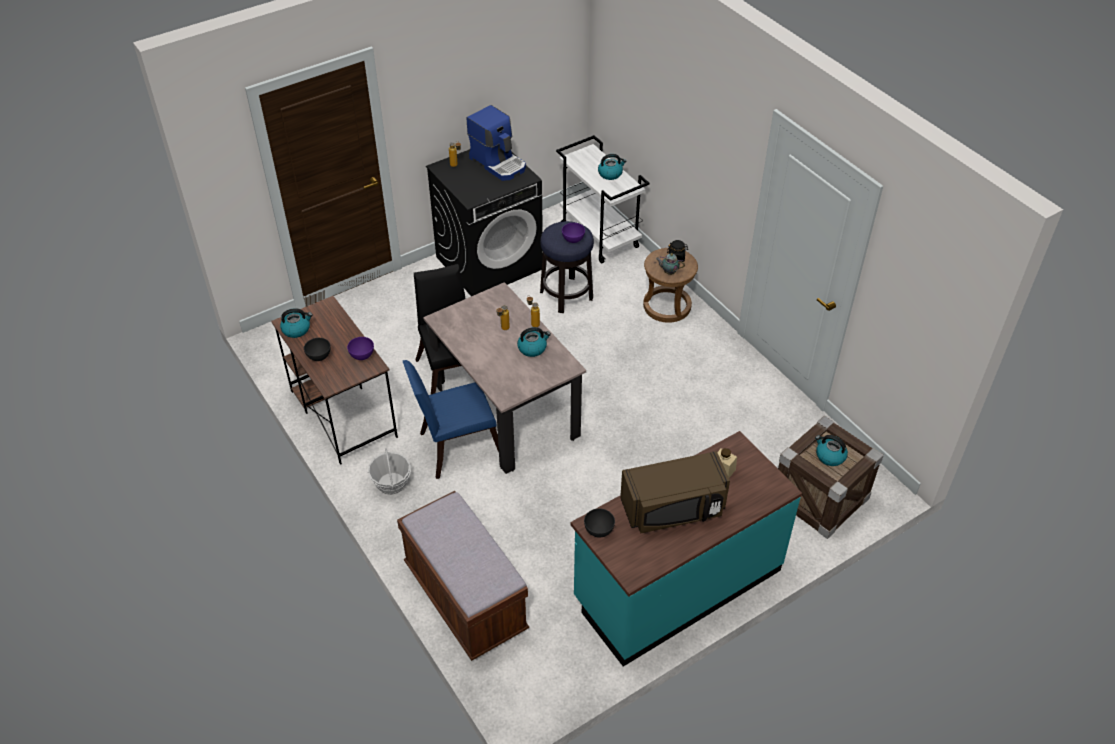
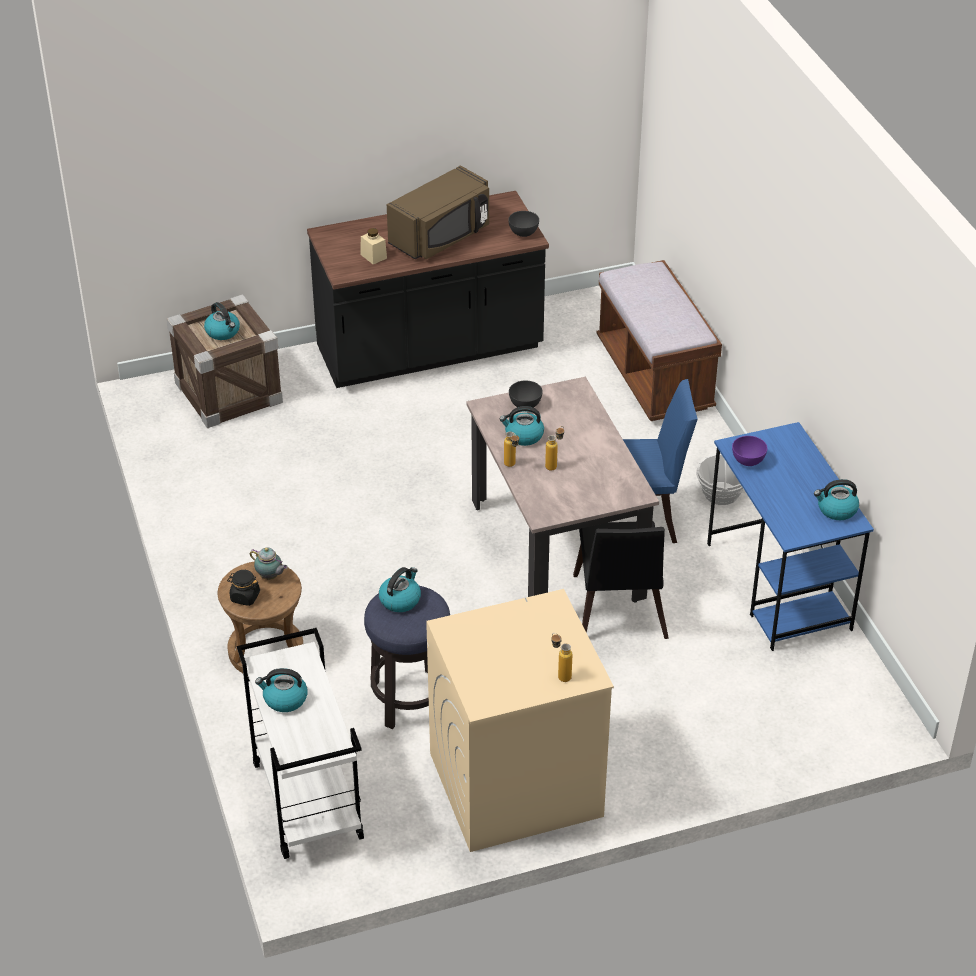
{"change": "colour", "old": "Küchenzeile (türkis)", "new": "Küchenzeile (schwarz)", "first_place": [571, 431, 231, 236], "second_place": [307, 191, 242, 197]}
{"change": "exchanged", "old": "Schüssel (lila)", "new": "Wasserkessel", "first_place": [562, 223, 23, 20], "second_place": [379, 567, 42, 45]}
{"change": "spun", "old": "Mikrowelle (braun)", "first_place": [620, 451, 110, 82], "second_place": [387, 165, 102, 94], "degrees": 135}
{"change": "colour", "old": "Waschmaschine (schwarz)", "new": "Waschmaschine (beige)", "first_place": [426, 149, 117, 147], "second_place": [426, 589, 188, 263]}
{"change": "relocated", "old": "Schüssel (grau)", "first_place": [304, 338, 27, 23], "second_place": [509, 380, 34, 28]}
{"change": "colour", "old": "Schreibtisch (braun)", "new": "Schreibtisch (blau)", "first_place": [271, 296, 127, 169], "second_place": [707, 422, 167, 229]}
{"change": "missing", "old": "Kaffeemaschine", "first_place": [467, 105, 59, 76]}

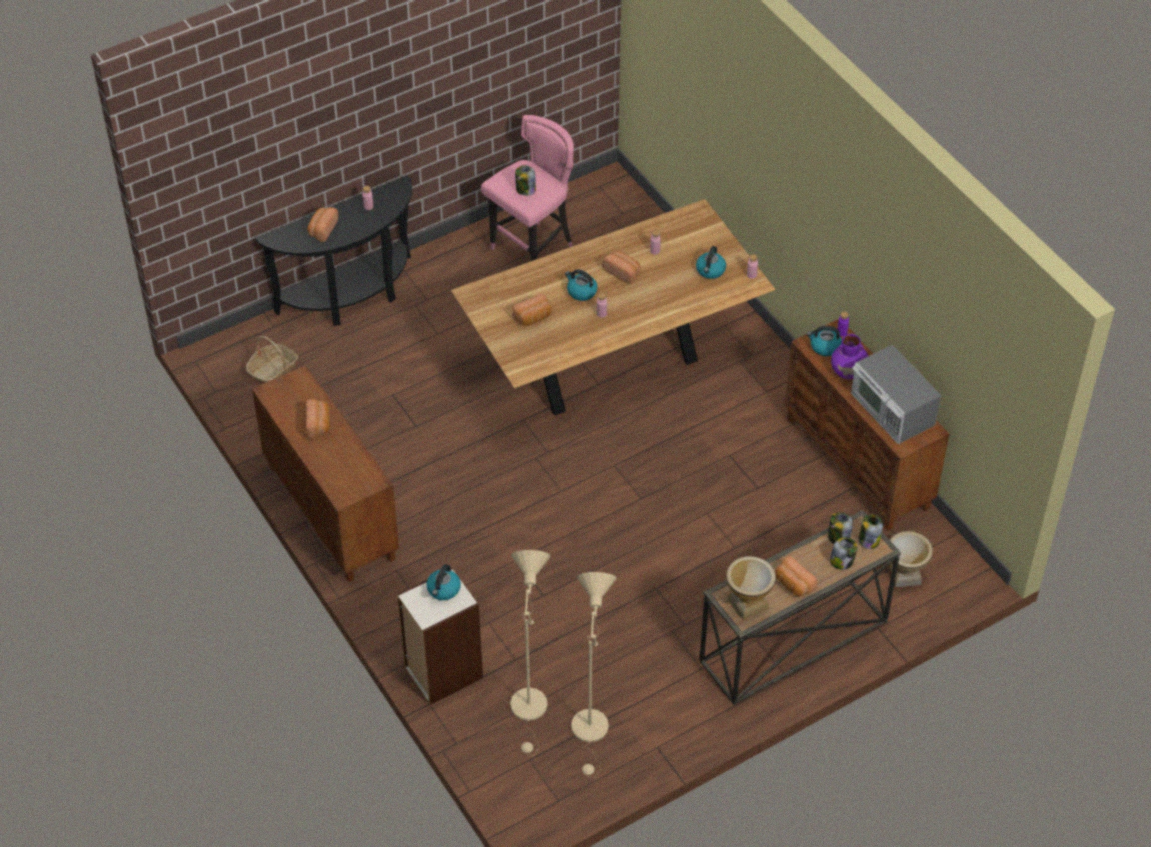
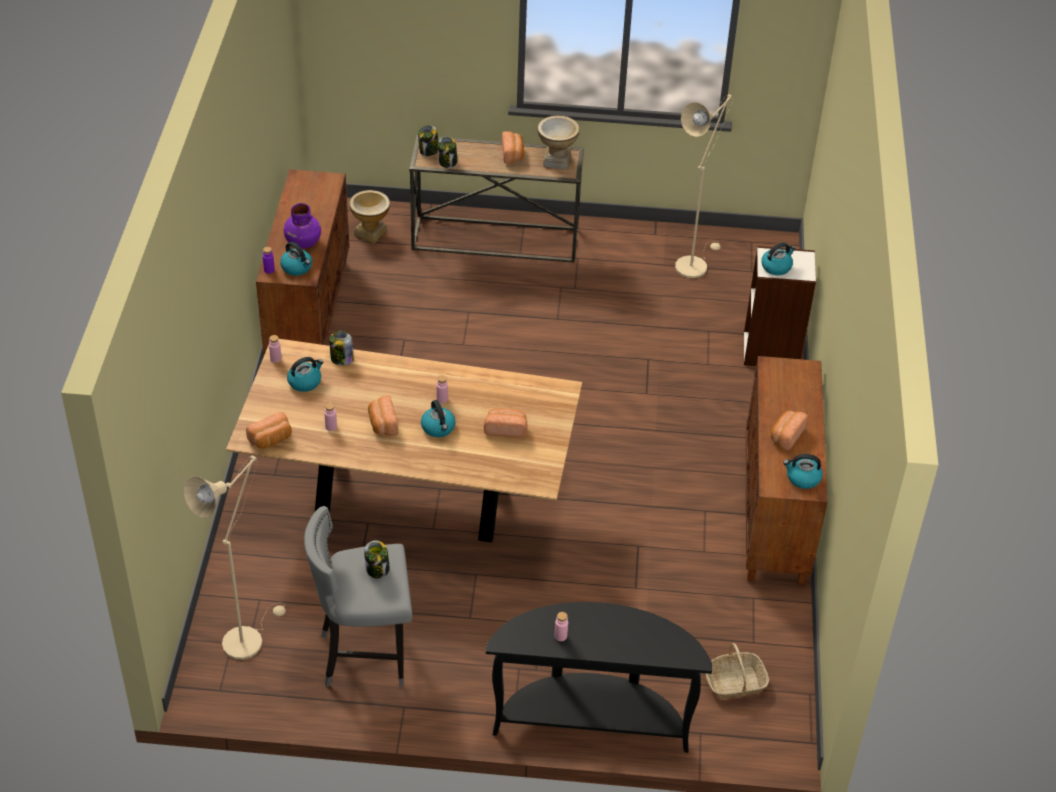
{"change": "relocated", "old": "Stehlampe (beige)", "first_place": [510, 550, 41, 206], "second_place": [184, 455, 102, 205]}
{"change": "relocated", "old": "Brot", "first_place": [307, 207, 31, 35], "second_place": [246, 412, 46, 37]}
{"change": "colour", "old": "Hocker (rosa)", "new": "Hocker (grau)", "first_place": [481, 115, 93, 146], "second_place": [304, 506, 108, 181]}
{"change": "relocated", "old": "Vorratsglas", "first_place": [830, 537, 27, 33], "second_place": [329, 331, 25, 35]}
{"change": "appeared", "new": "Wasserkessel", "second_place": [783, 454, 40, 35]}
{"change": "missing", "old": "Mikrowelle", "first_place": [851, 345, 90, 99]}

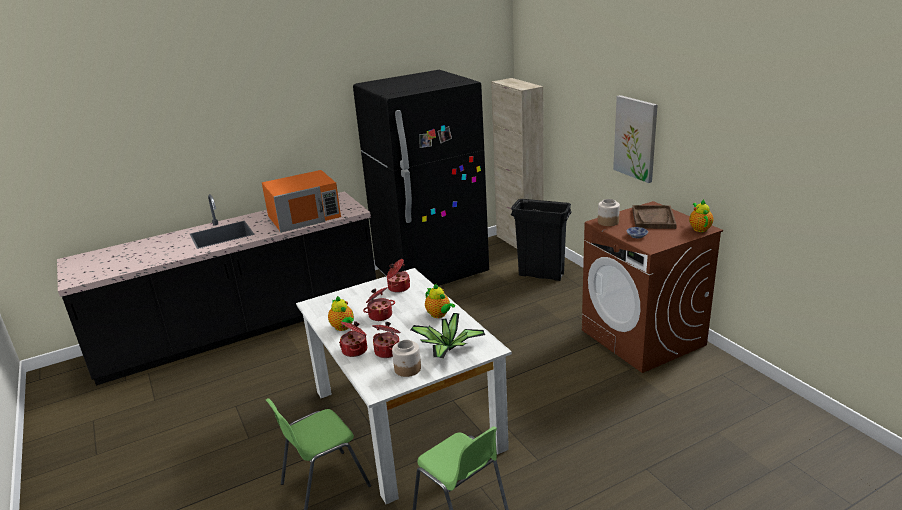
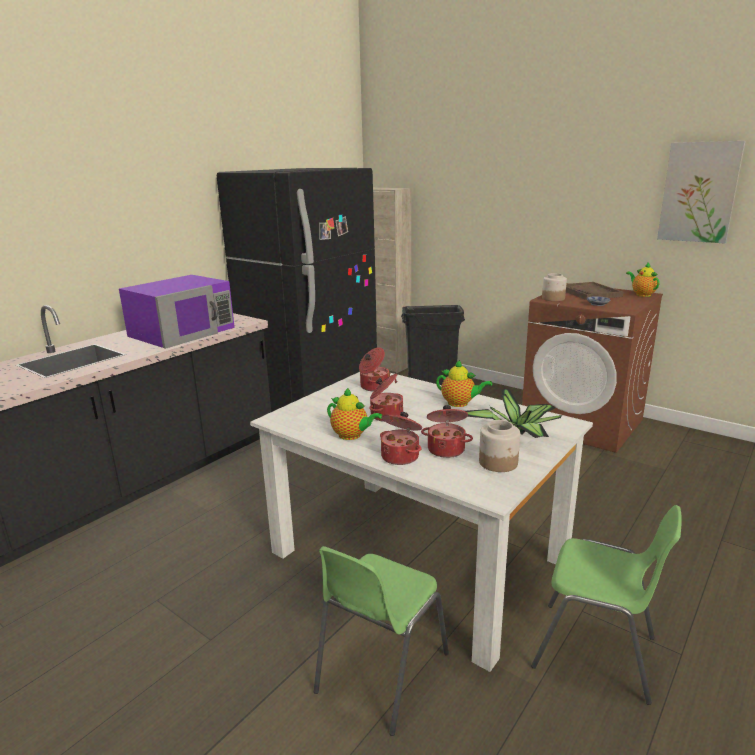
{"change": "colour", "old": "Mikrowelle (orange)", "new": "Mikrowelle (lila)", "first_place": [262, 170, 79, 63], "second_place": [119, 275, 116, 74]}
{"change": "relocated", "old": "Bild", "first_place": [613, 95, 45, 88], "second_place": [657, 141, 89, 102]}

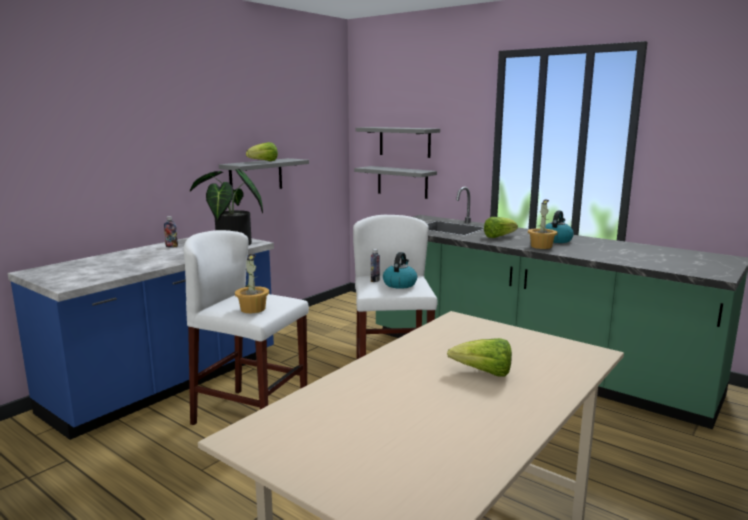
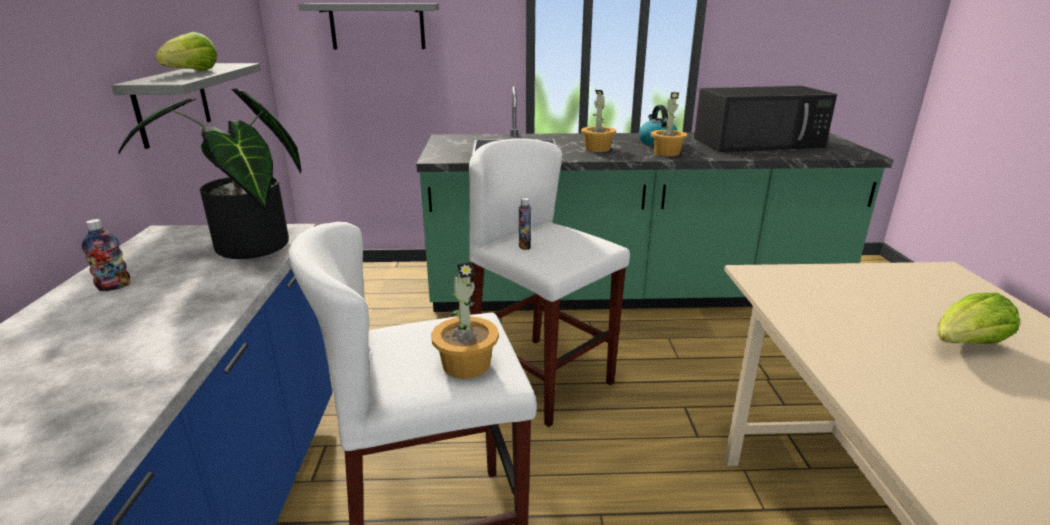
{"change": "exchanged", "old": "Salatkopf", "new": "Topfpflanze", "first_place": [484, 217, 34, 21], "second_place": [581, 90, 35, 62]}
{"change": "appeared", "new": "Mikrowelle (schwarz)", "second_place": [694, 86, 143, 66]}
{"change": "missing", "old": "Wandregal (grau)", "first_place": [354, 166, 83, 33]}
{"change": "missing", "old": "Wasserkessel", "first_place": [383, 252, 34, 37]}

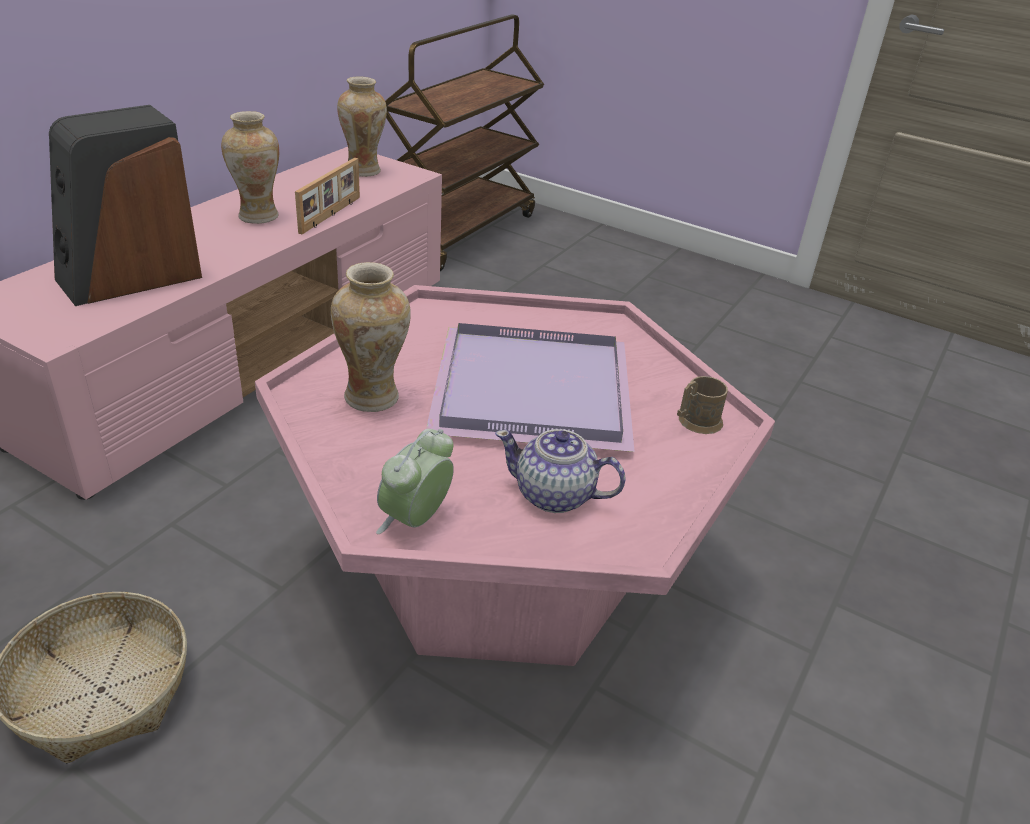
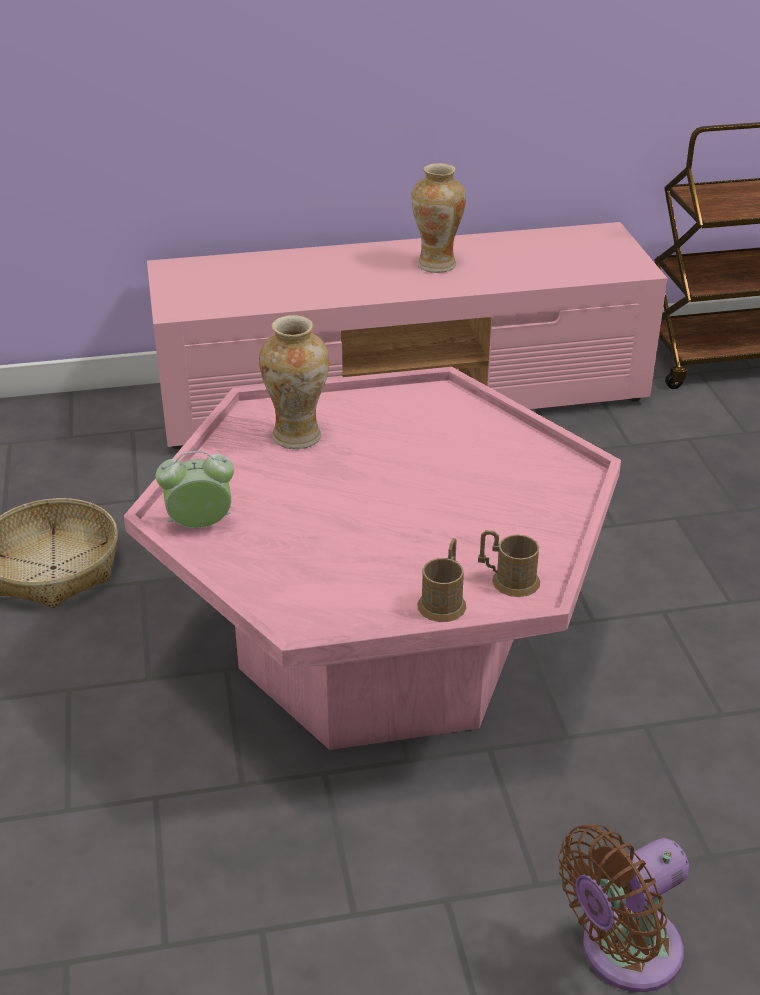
{"change": "appeared", "new": "Henkelbecher (braun)", "second_place": [417, 538, 49, 84]}
{"change": "appeared", "new": "Ventilator (braun)", "second_place": [558, 824, 131, 168]}
{"change": "missing", "old": "Lautsprecher", "first_place": [49, 105, 153, 201]}
{"change": "missing", "old": "Bilderrahmen", "first_place": [295, 158, 65, 76]}
{"change": "missing", "old": "Vase", "first_place": [337, 76, 50, 101]}
{"change": "missing", "old": "Tablett (lila)", "first_place": [426, 323, 209, 129]}
{"change": "missing", "old": "Teekanne", "first_place": [495, 429, 131, 84]}

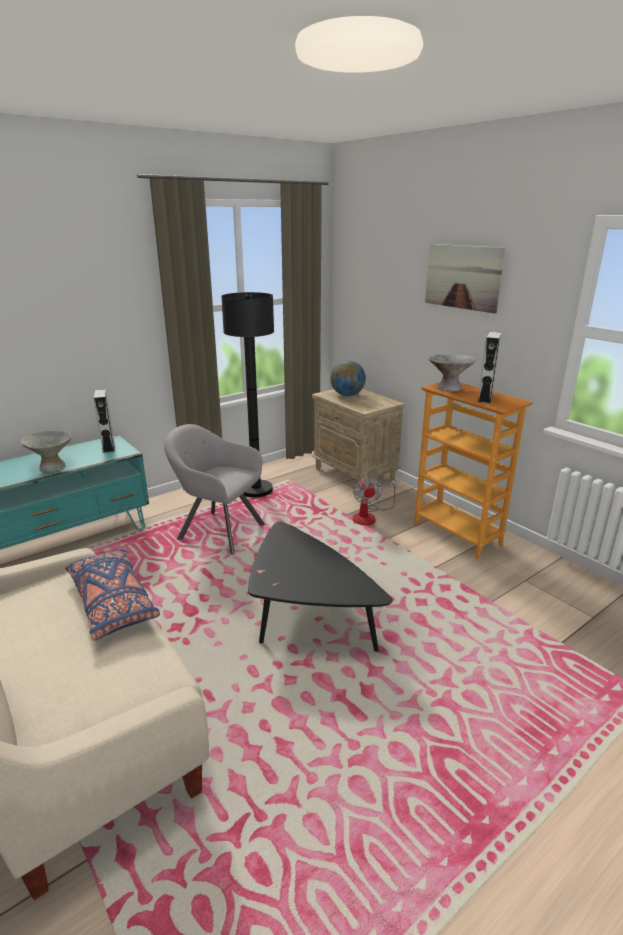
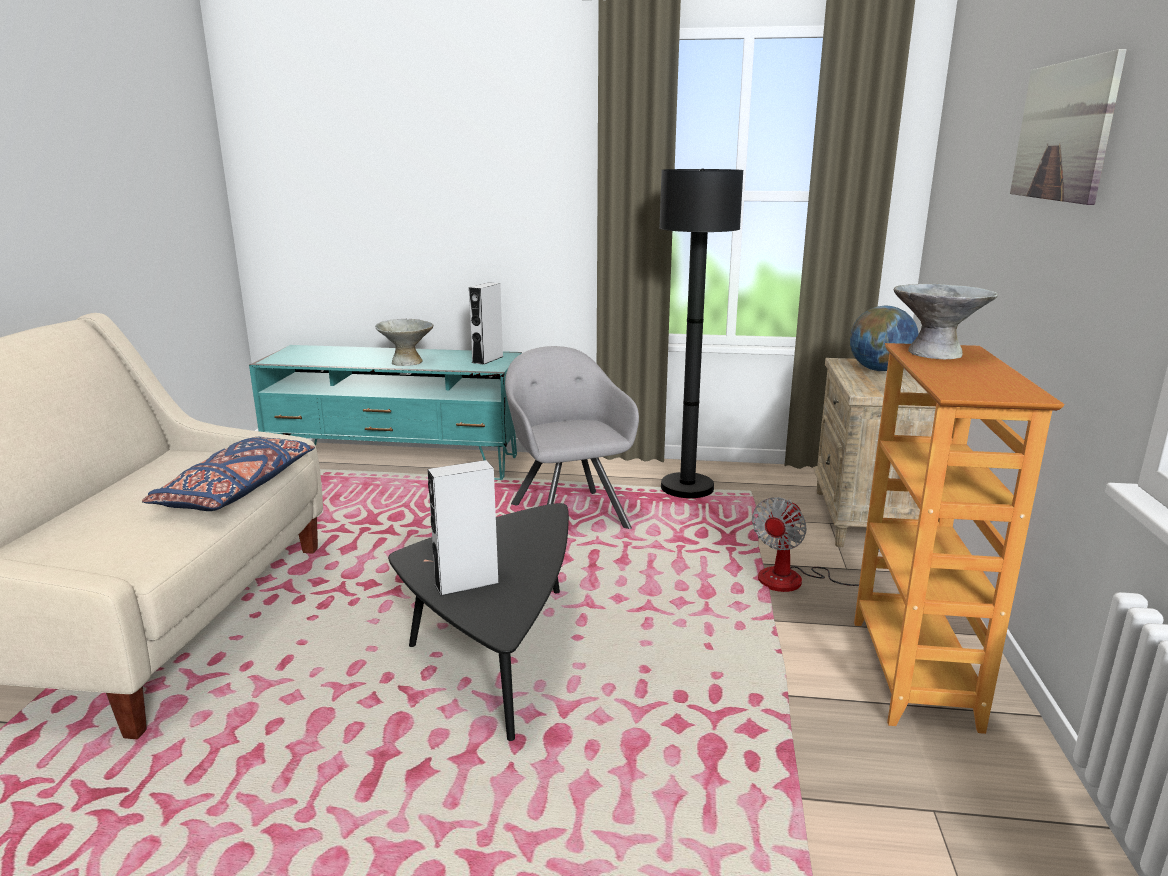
{"change": "relocated", "old": "Lautsprecher (grau)", "first_place": [478, 332, 23, 71], "second_place": [428, 460, 72, 136]}

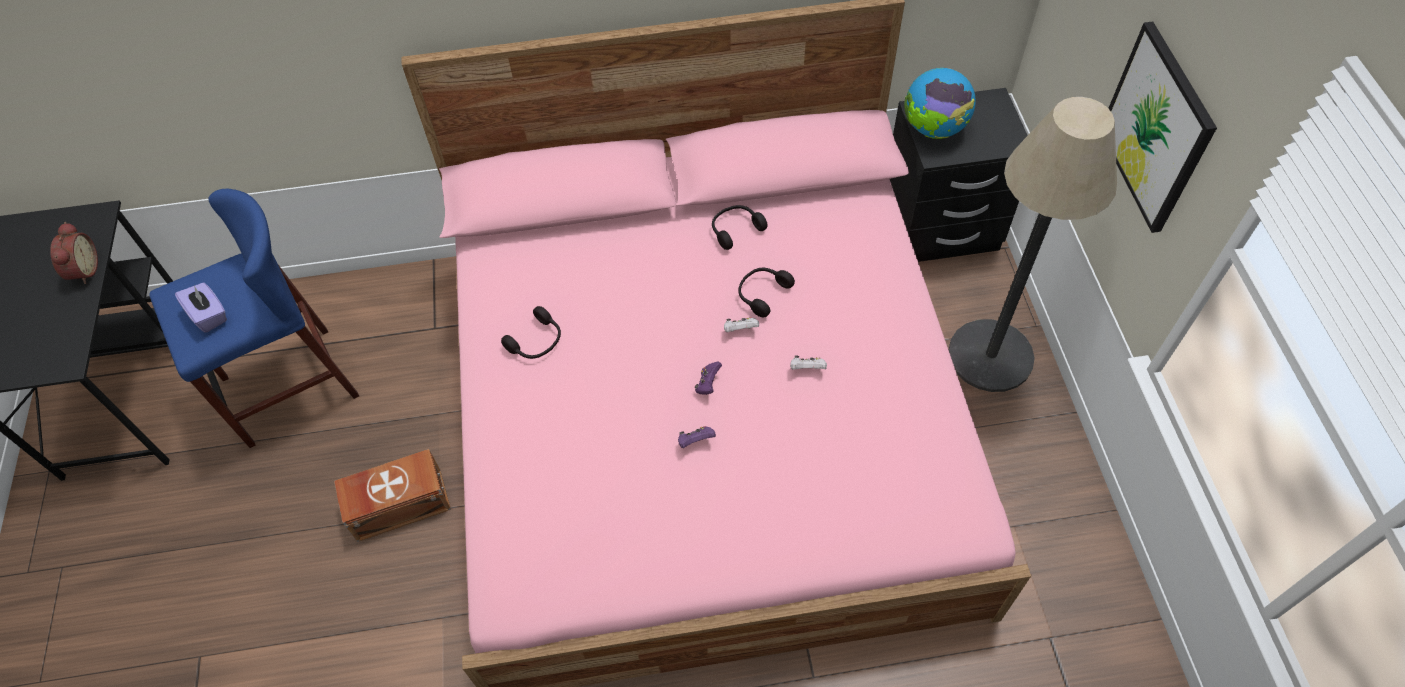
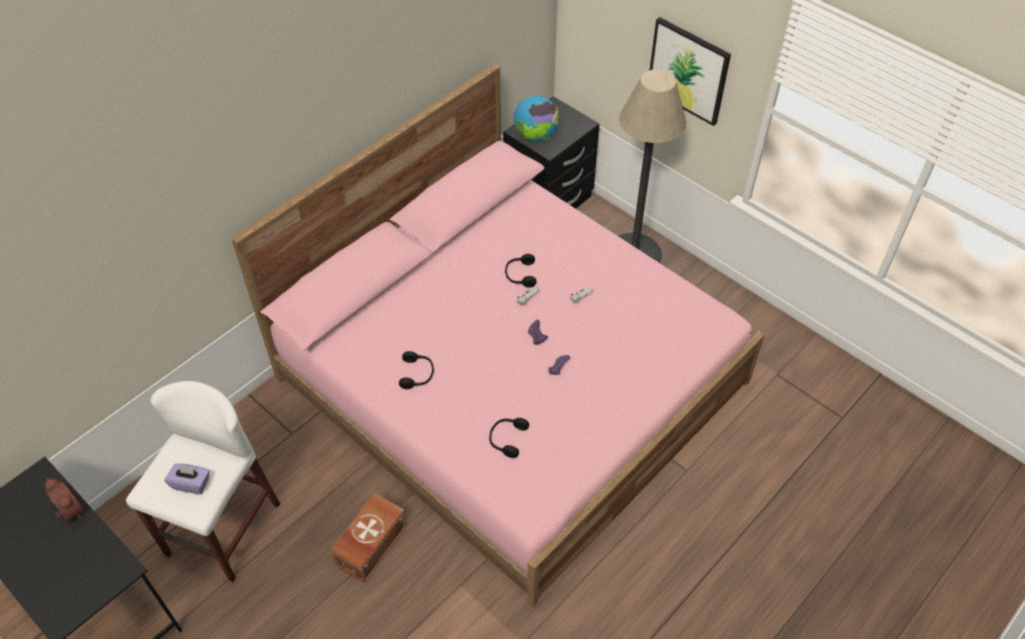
{"change": "colour", "old": "Hocker (blau)", "new": "Hocker (weiß)", "first_place": [149, 189, 210, 259], "second_place": [126, 381, 154, 201]}
{"change": "relocated", "old": "Kopfhörer (schwarz)", "first_place": [712, 205, 55, 45], "second_place": [489, 418, 40, 40]}

